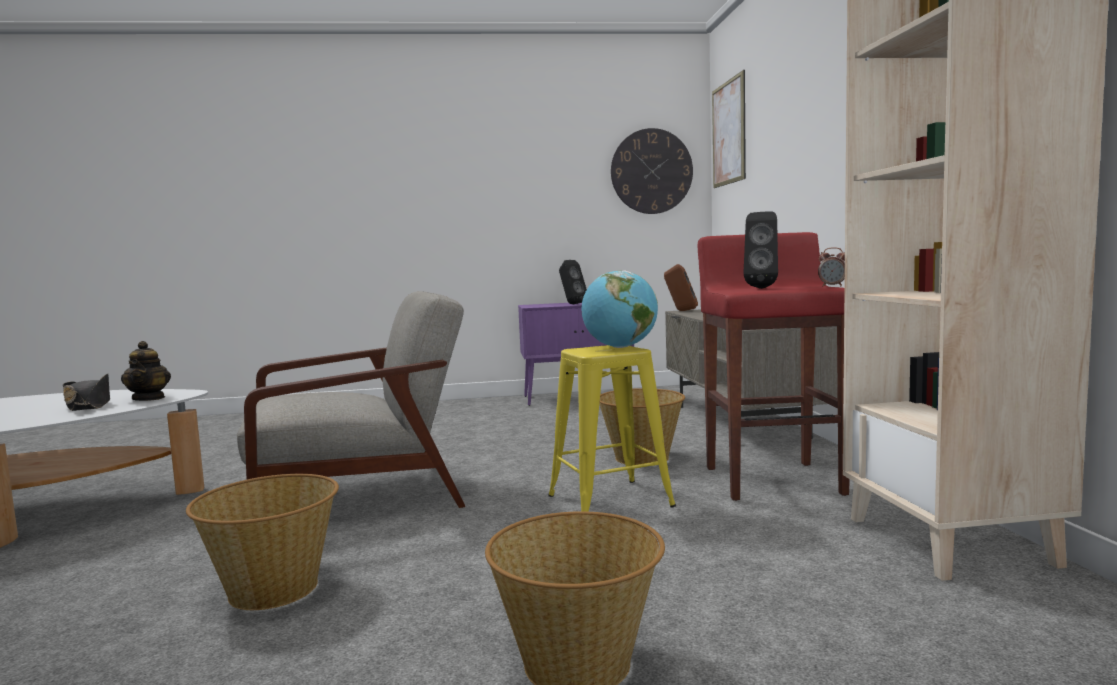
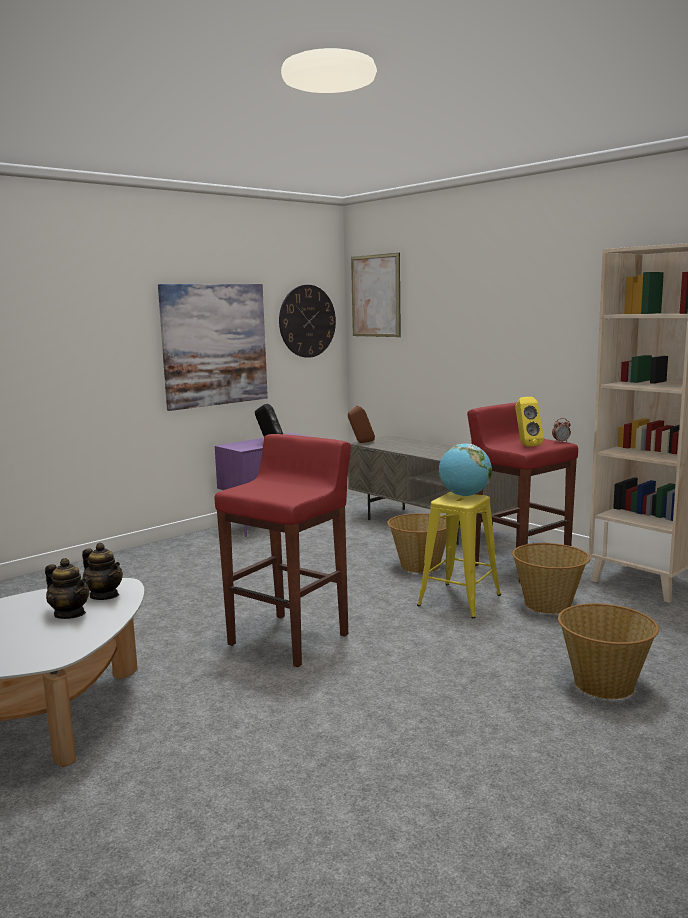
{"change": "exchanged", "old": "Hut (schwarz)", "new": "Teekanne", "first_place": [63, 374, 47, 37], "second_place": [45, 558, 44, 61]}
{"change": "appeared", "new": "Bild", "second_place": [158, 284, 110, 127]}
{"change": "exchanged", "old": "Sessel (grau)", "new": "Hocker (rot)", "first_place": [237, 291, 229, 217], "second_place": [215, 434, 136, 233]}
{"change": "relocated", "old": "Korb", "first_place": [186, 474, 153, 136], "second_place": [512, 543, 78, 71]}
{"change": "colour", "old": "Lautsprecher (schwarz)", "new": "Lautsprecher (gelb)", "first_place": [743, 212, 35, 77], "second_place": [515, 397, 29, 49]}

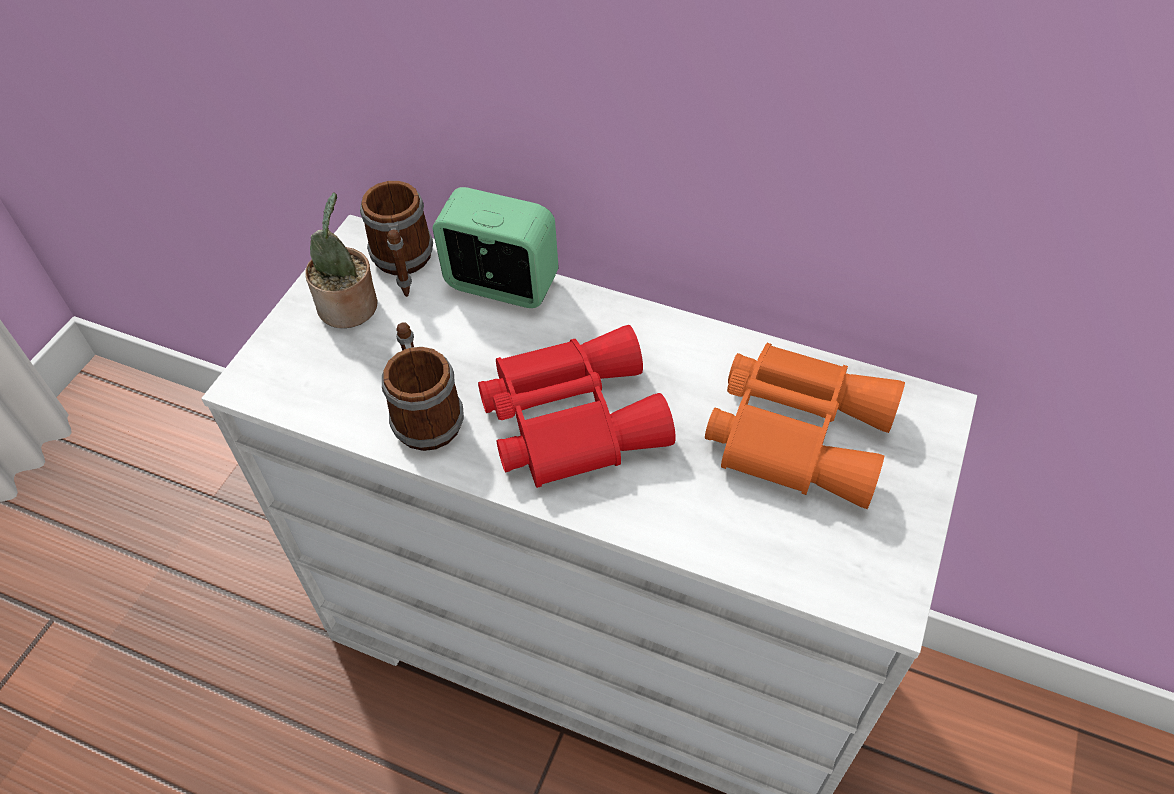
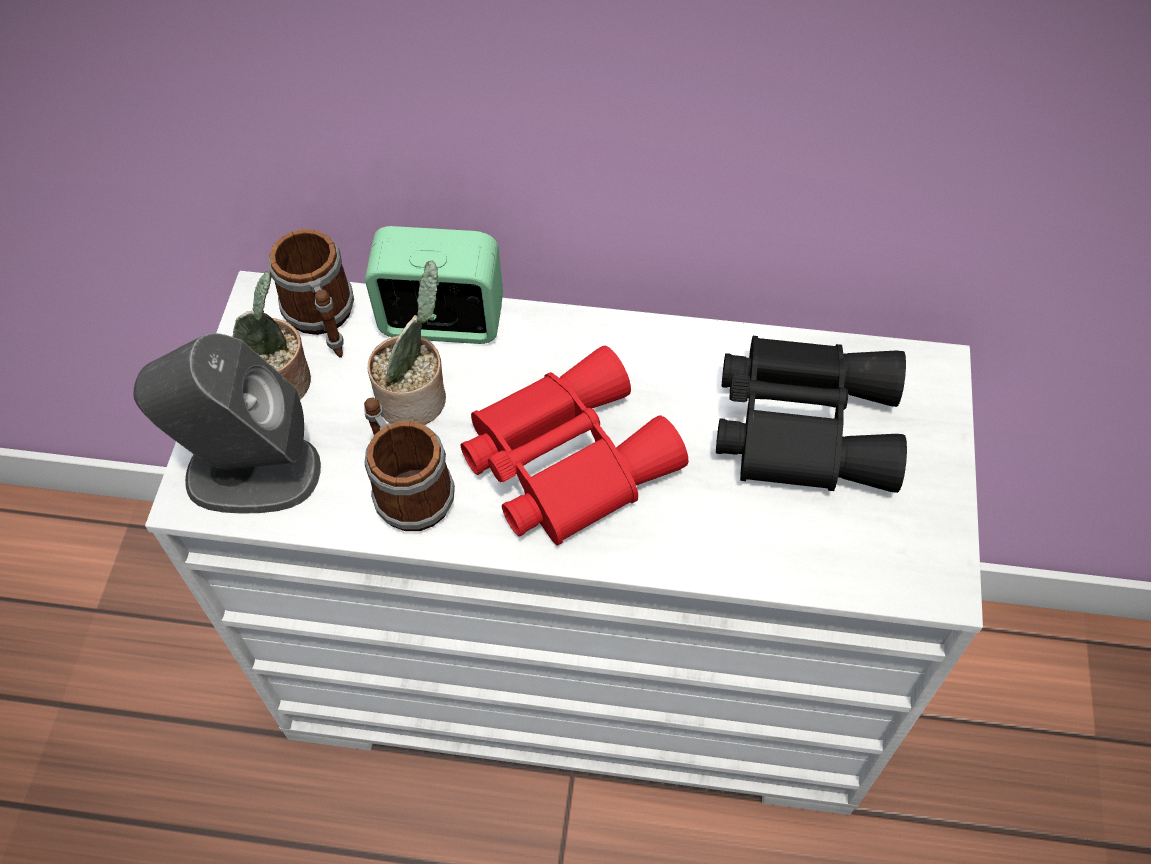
{"change": "appeared", "new": "Lautsprecher (grau)", "second_place": [134, 333, 187, 181]}
{"change": "appeared", "new": "Topfpflanze", "second_place": [368, 260, 78, 165]}
{"change": "colour", "old": "Fernglas (orange)", "new": "Fernglas (schwarz)", "first_place": [705, 343, 200, 166], "second_place": [716, 336, 191, 157]}

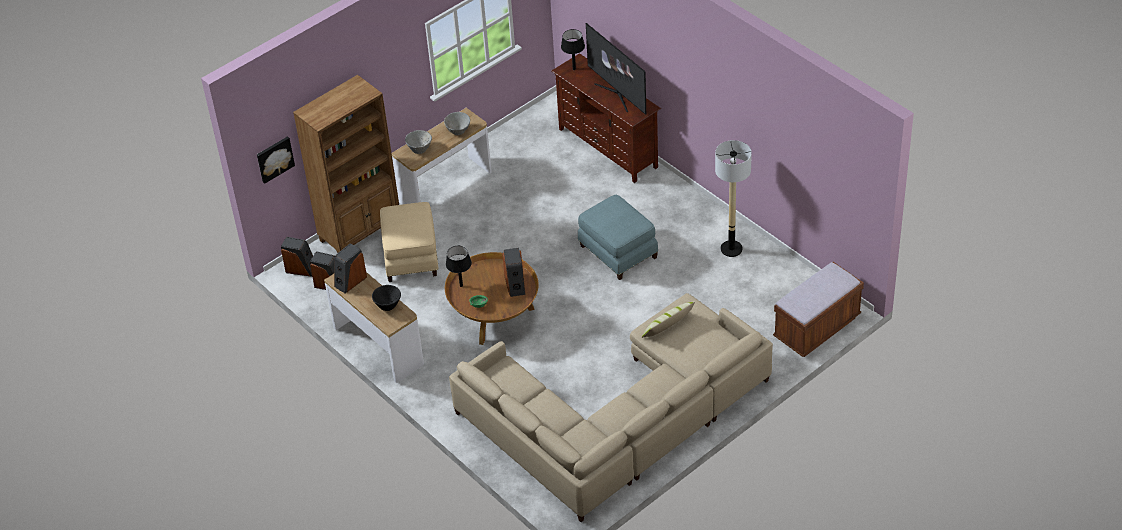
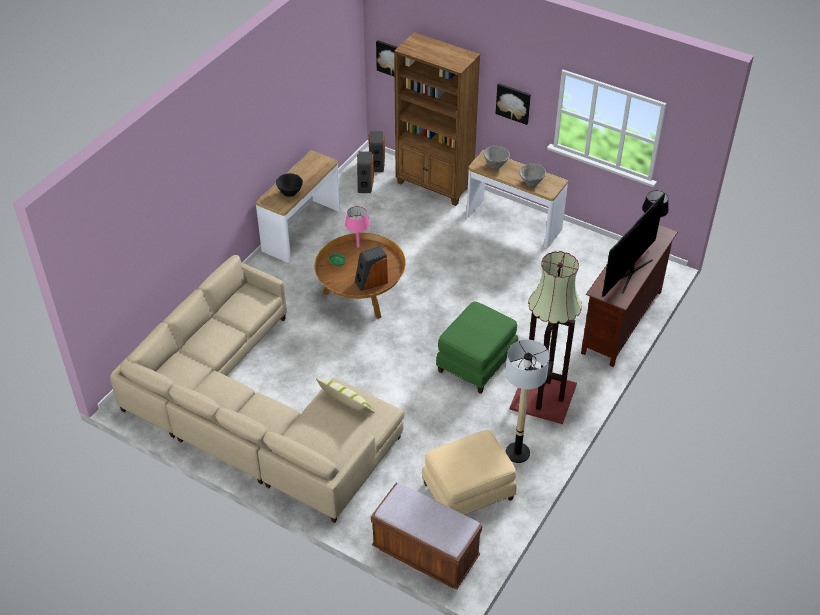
{"change": "colour", "old": "Tischlampe (schwarz)", "new": "Tischlampe (rosa)", "first_place": [446, 246, 26, 41], "second_place": [345, 206, 25, 42]}
{"change": "relocated", "old": "Polsterhocker (beige)", "first_place": [380, 202, 59, 80], "second_place": [422, 430, 94, 85]}
{"change": "colour", "old": "Polsterhocker (blau)", "new": "Polsterhocker (grün)", "first_place": [578, 195, 80, 85], "second_place": [436, 302, 82, 92]}
{"change": "appeared", "new": "Bild", "second_place": [496, 83, 35, 42]}
{"change": "appeared", "new": "Stehlampe", "second_place": [510, 251, 72, 173]}
{"change": "missing", "old": "Lautsprecher", "first_place": [334, 243, 33, 50]}

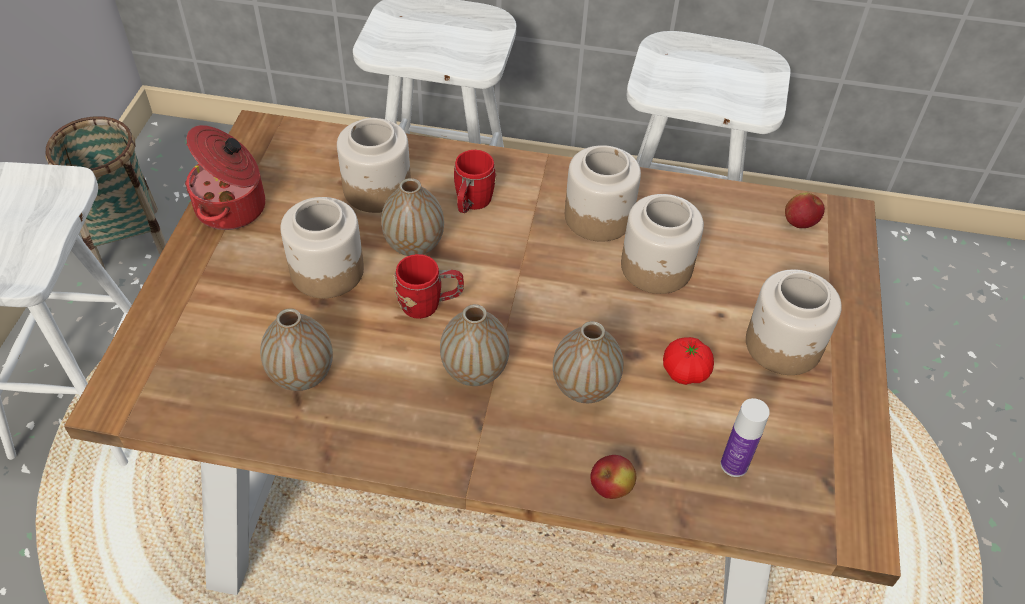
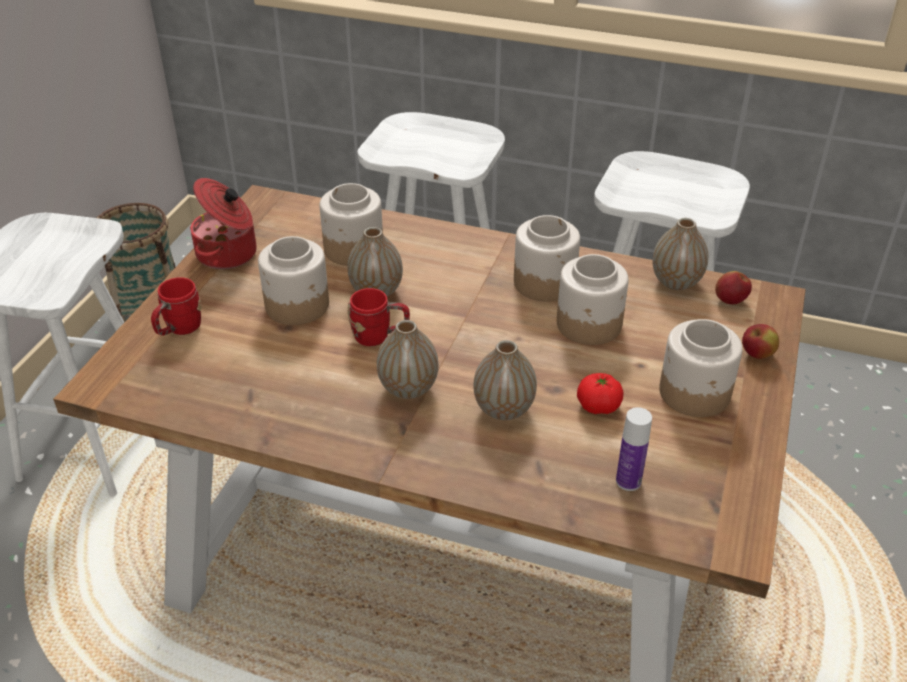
{"change": "relocated", "old": "Henkelbecher (rot)", "first_place": [454, 150, 43, 63], "second_place": [151, 277, 50, 58]}
{"change": "relocated", "old": "Vase", "first_place": [260, 308, 73, 83], "second_place": [653, 218, 56, 72]}
{"change": "relocated", "old": "Apfel", "first_place": [590, 455, 46, 44], "second_place": [742, 324, 37, 35]}

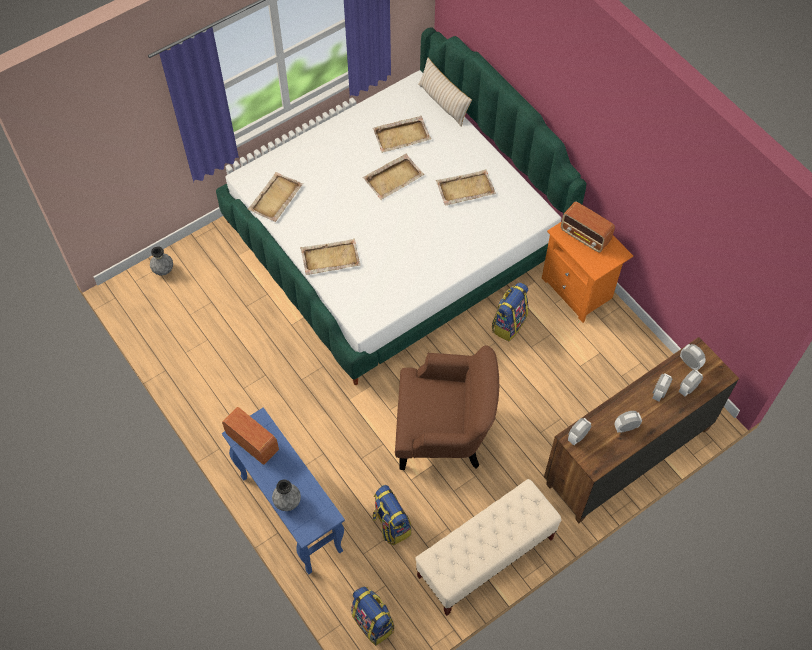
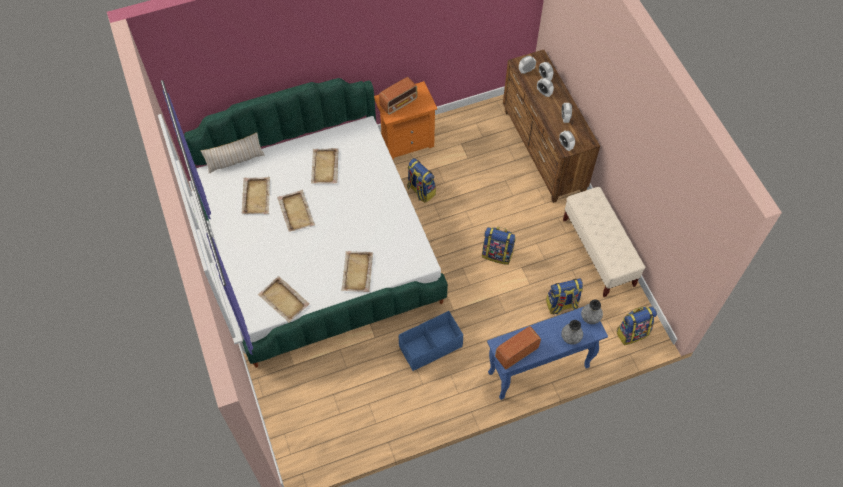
{"change": "appeared", "new": "Aufbewahrungsbox (blau)", "second_place": [399, 311, 64, 60]}
{"change": "exchanged", "old": "Sessel (braun)", "new": "Rucksack", "first_place": [395, 345, 104, 125], "second_place": [482, 227, 34, 38]}
{"change": "relocated", "old": "Vase (grau)", "first_place": [150, 247, 23, 29], "second_place": [581, 300, 22, 24]}

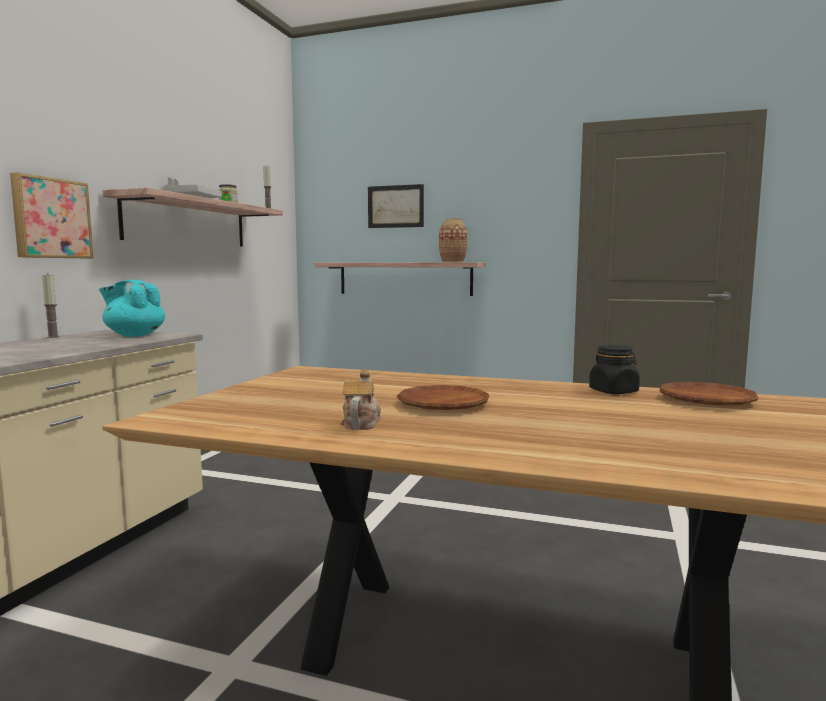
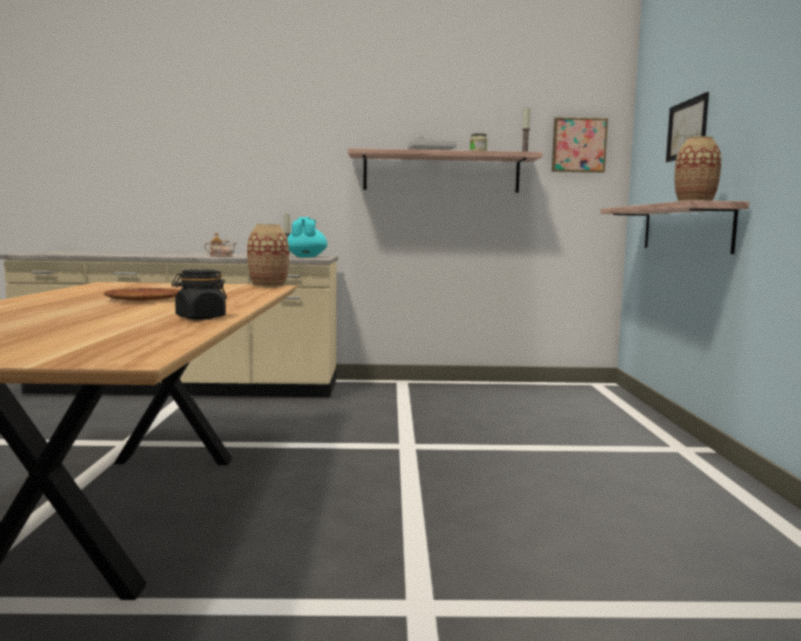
{"change": "relocated", "old": "Teekanne", "first_place": [341, 369, 40, 61], "second_place": [204, 232, 32, 25]}
{"change": "appeared", "new": "Vase", "second_place": [247, 224, 42, 63]}
{"change": "relocated", "old": "Bild", "first_place": [10, 173, 83, 85], "second_place": [552, 117, 56, 56]}
{"change": "missing", "old": "Teller (braun)", "first_place": [659, 382, 100, 23]}

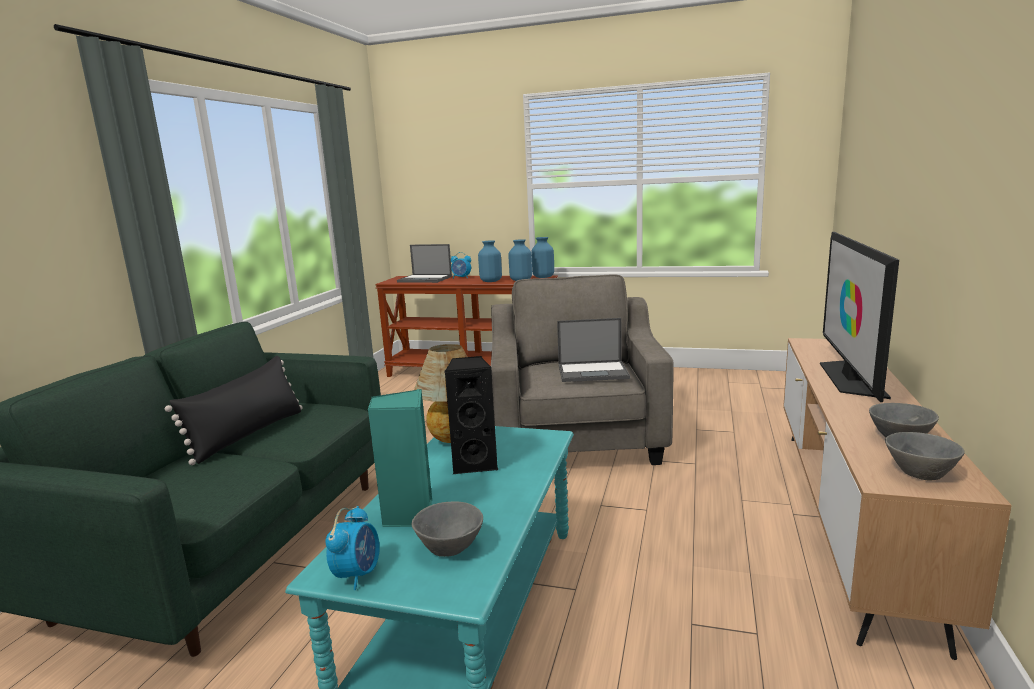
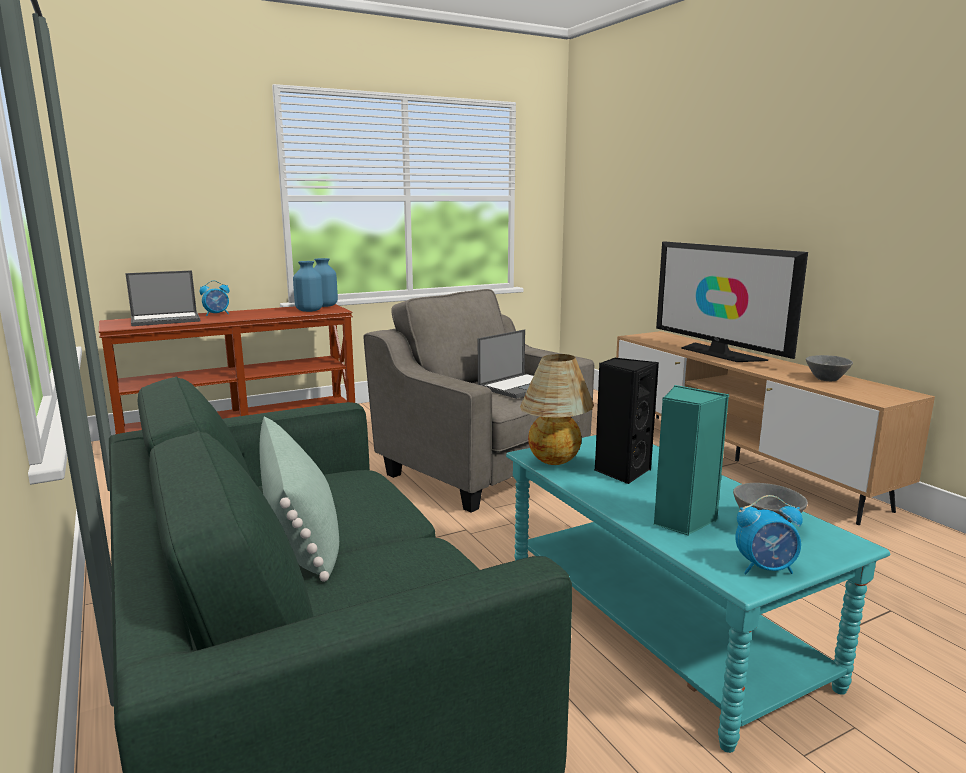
{"change": "colour", "old": "Kissen (schwarz)", "new": "Kissen (grün)", "first_place": [165, 356, 137, 109], "second_place": [260, 417, 79, 165]}
{"change": "spun", "old": "Wecker", "first_place": [325, 506, 55, 84], "second_place": [735, 495, 68, 79], "degrees": 120}
{"change": "missing", "old": "Vase (blau)", "first_place": [478, 241, 24, 41]}
{"change": "missing", "old": "Schüssel (grau)", "first_place": [885, 432, 80, 49]}

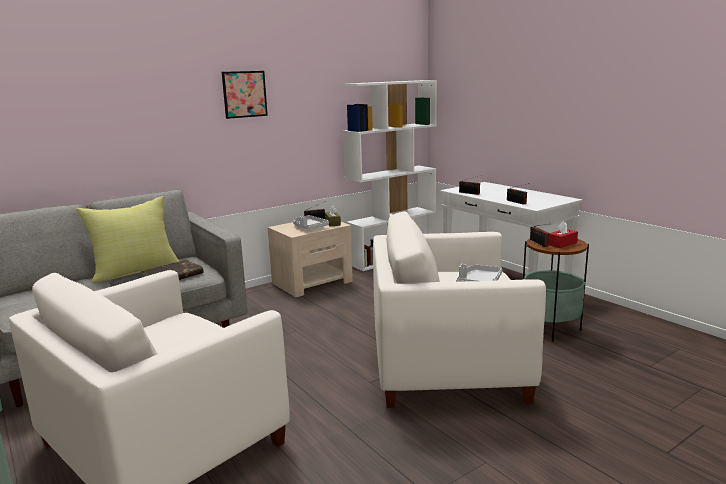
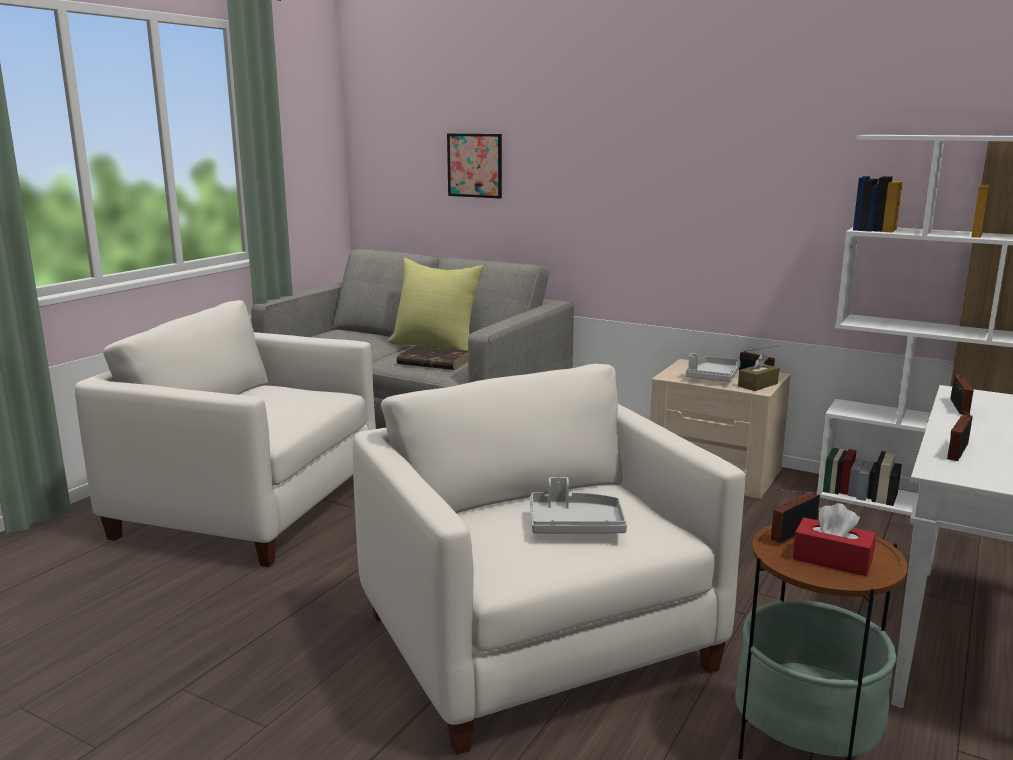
{"change": "relocated", "old": "Bild", "first_place": [222, 71, 46, 48], "second_place": [447, 134, 55, 64]}

